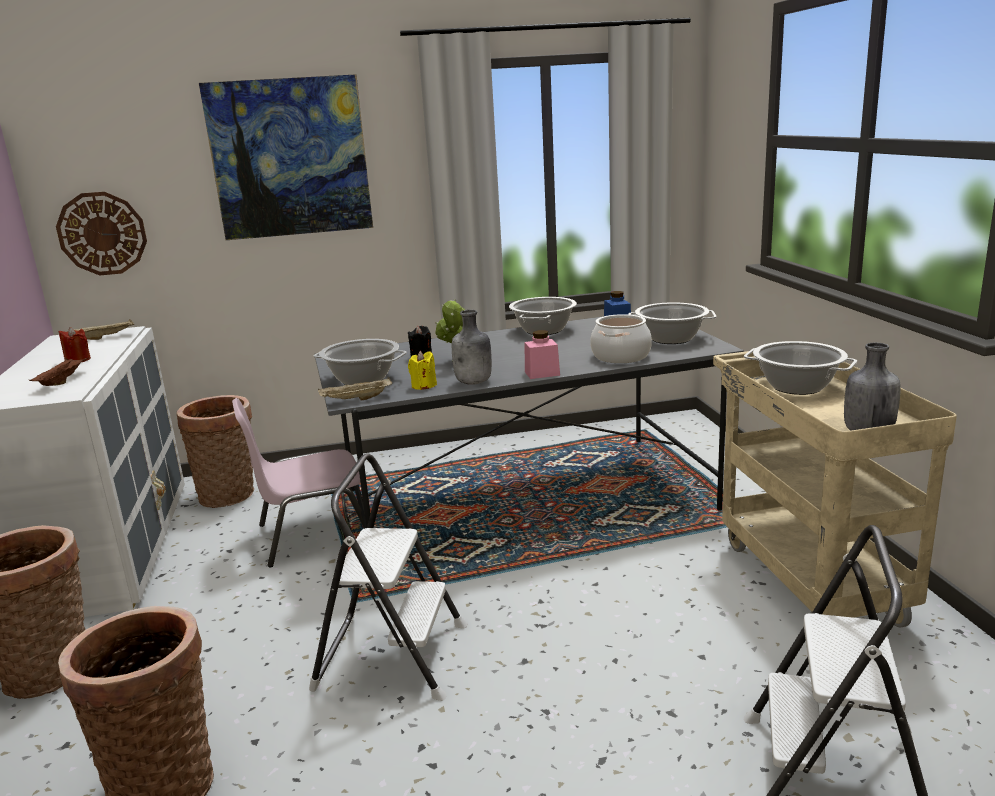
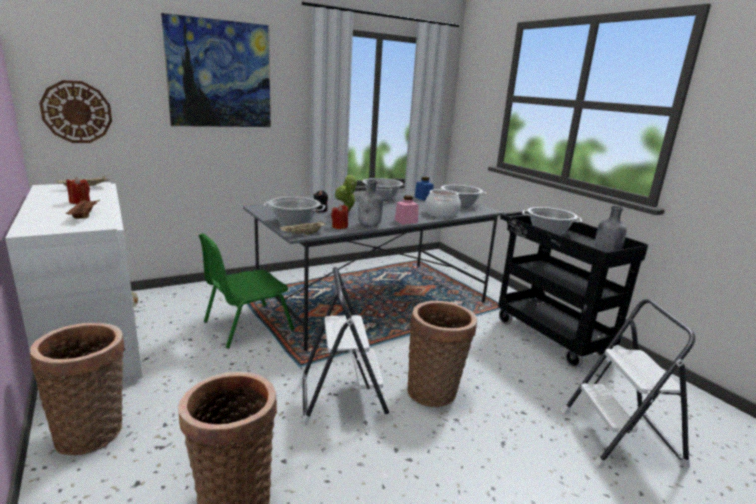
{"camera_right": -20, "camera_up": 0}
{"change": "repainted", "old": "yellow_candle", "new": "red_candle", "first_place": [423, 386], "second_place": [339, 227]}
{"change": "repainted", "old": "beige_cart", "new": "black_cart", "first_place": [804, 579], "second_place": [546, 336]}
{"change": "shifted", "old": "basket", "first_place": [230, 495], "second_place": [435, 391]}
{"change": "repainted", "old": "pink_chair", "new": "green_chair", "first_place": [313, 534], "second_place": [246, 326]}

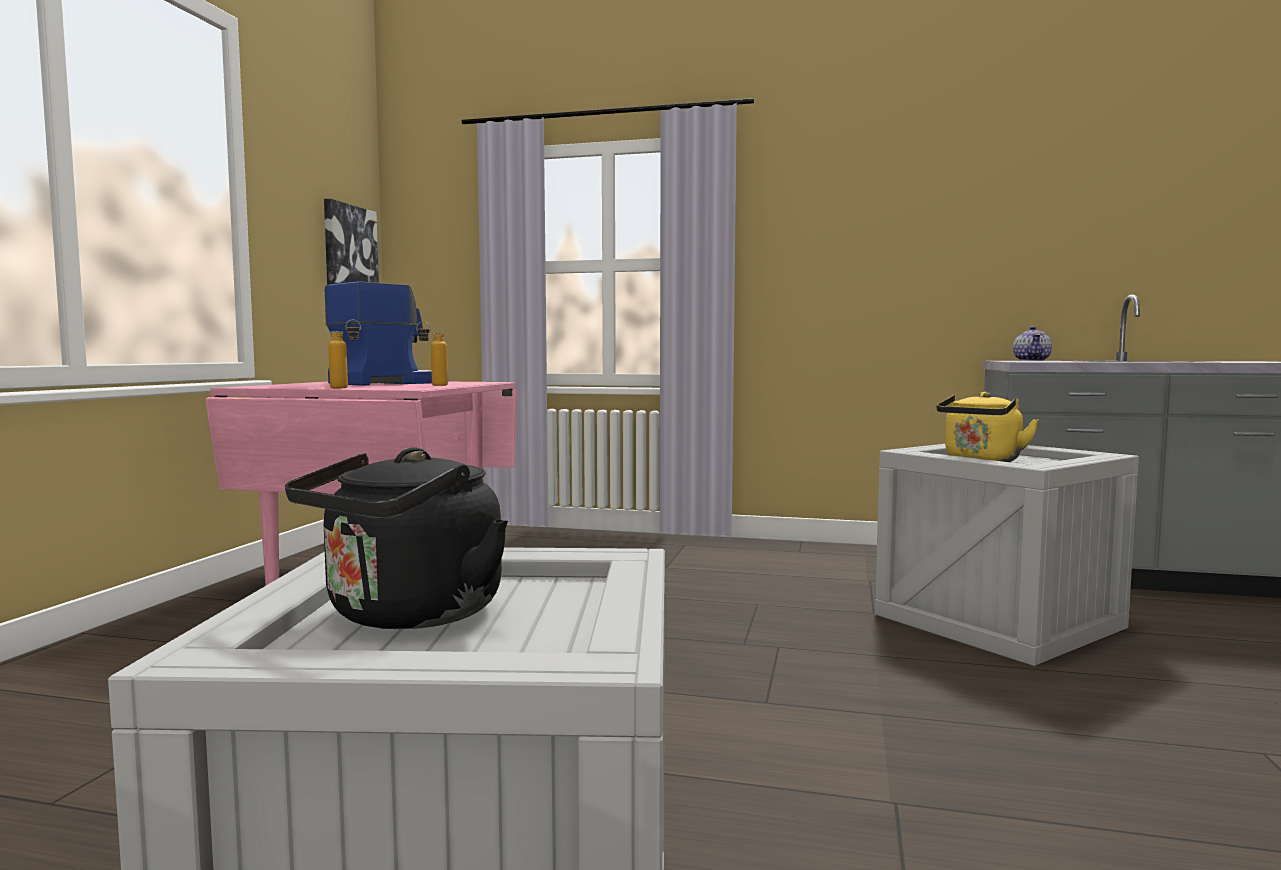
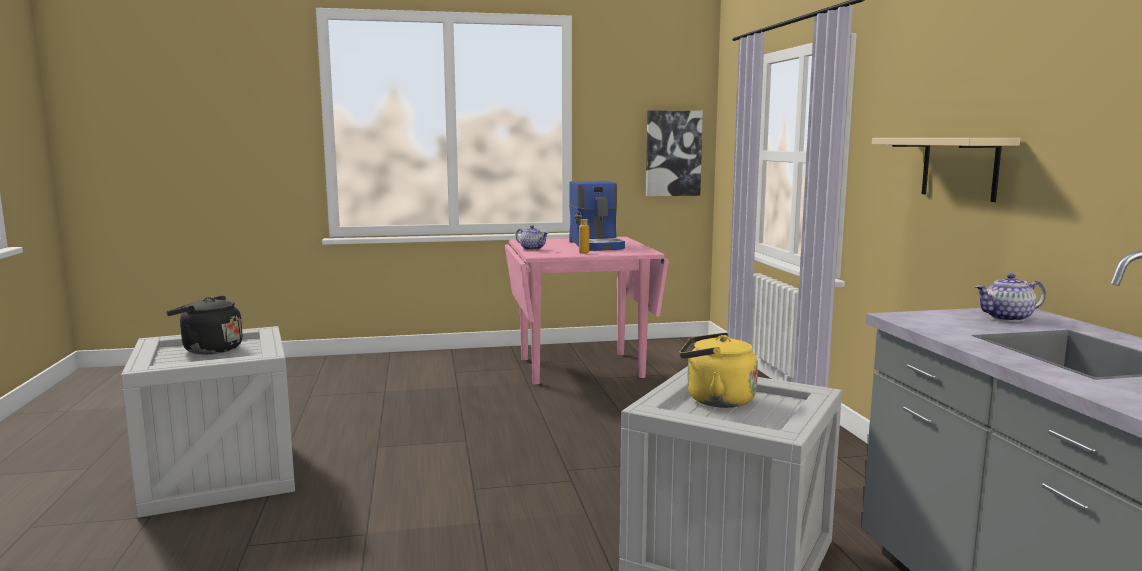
{"camera_right": 65, "camera_up": 5}
{"change": "rotated", "old": "coffee_machine", "first_place": [390, 383], "second_place": [597, 245], "degrees": 60}
{"change": "swapped", "old": "bottle", "new": "teapot", "first_place": [346, 387], "second_place": [532, 249]}
{"change": "new", "new": "beige_shelf", "second_place": [959, 168]}

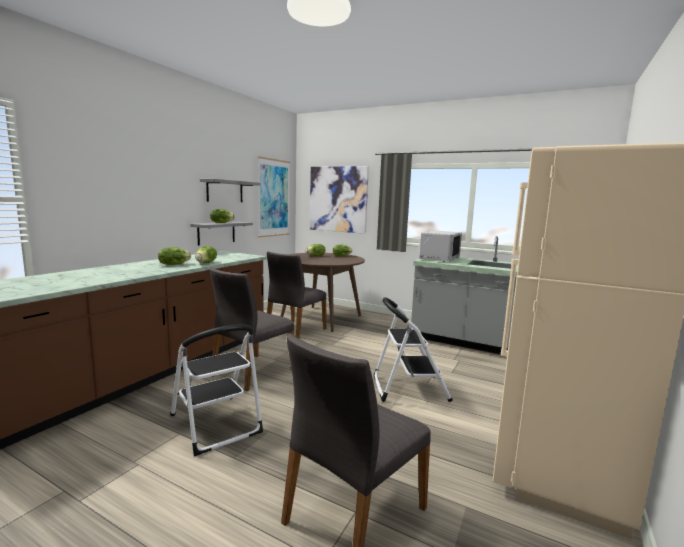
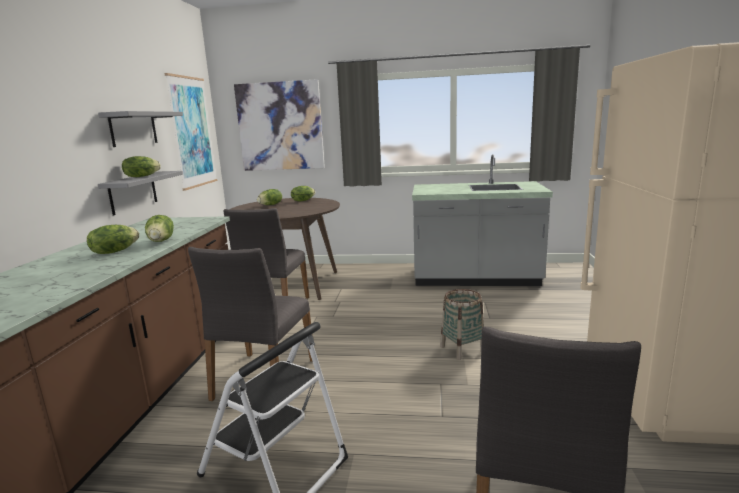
{"camera_right": -20, "camera_up": 5}
{"change": "gone", "old": "grey_microwave", "first_place": [439, 259]}
{"change": "swapped", "old": "step_ladder", "new": "basket", "first_place": [407, 388], "second_place": [462, 349]}

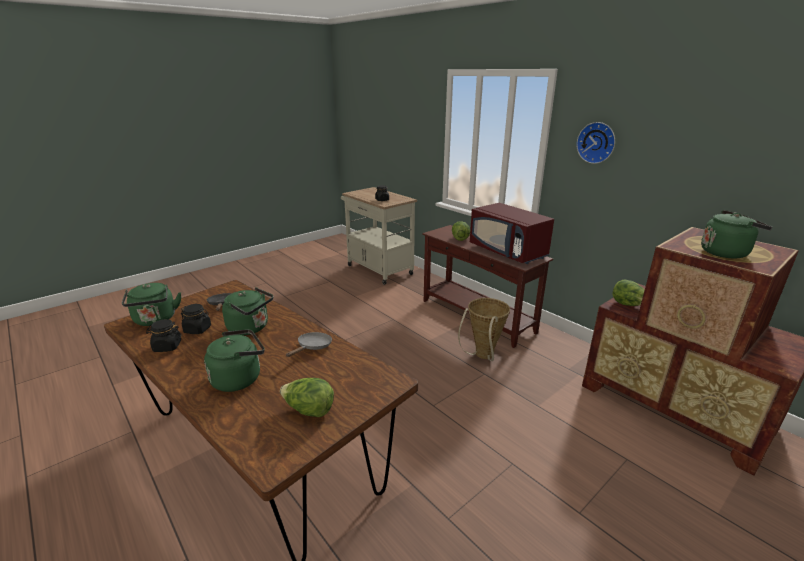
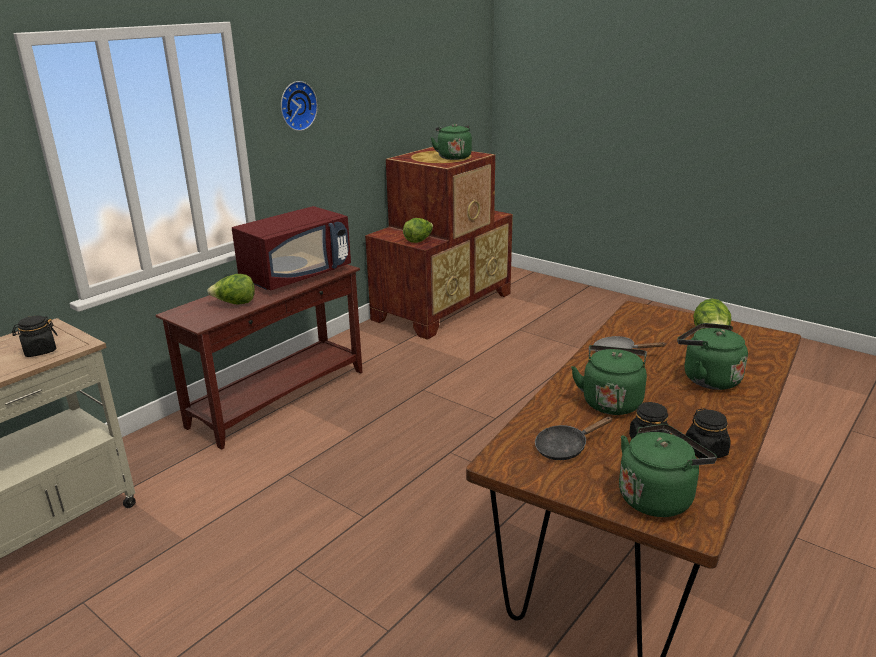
{"camera_right": -100, "camera_up": 0}
{"change": "gone", "old": "basket", "first_place": [482, 356]}

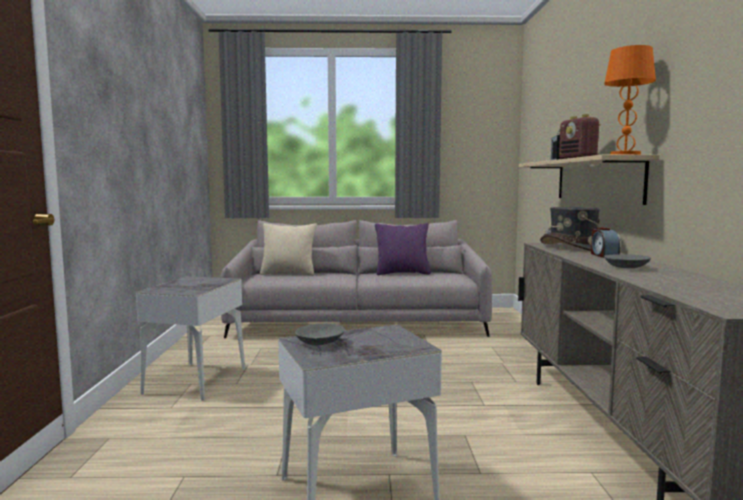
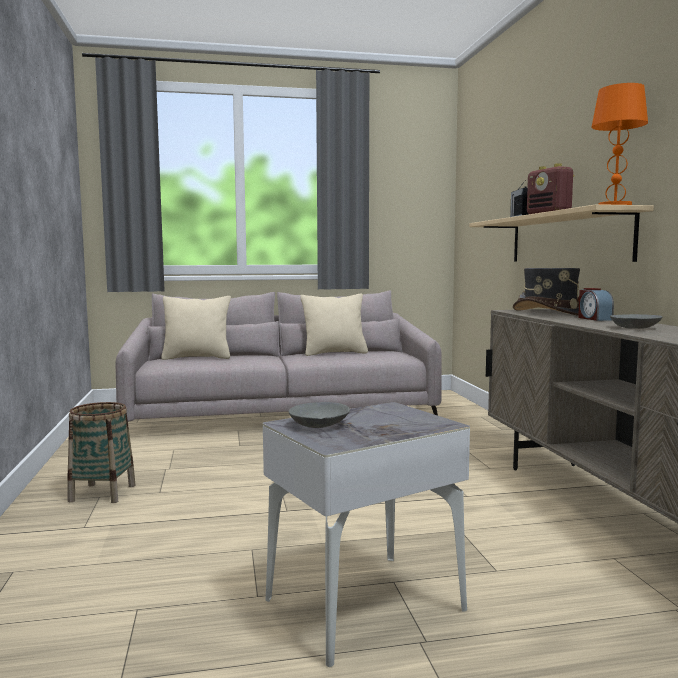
{"camera_right": -10, "camera_up": 0}
{"change": "repainted", "old": "purple_pillow", "new": "beige_pillow", "first_place": [402, 273], "second_place": [334, 353]}
{"change": "swapped", "old": "side_table", "new": "basket", "first_place": [194, 381], "second_place": [102, 493]}

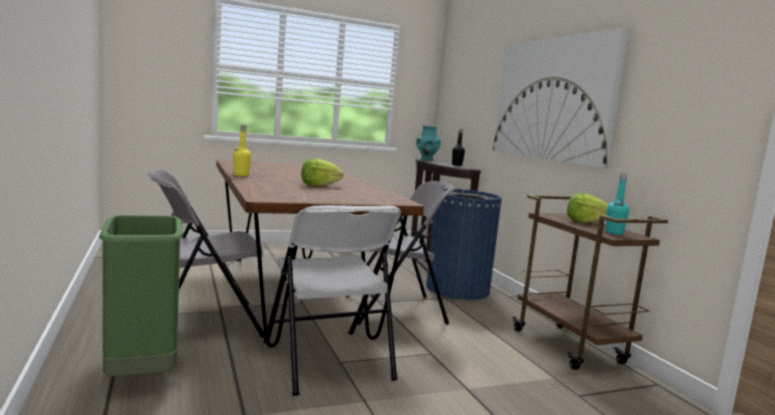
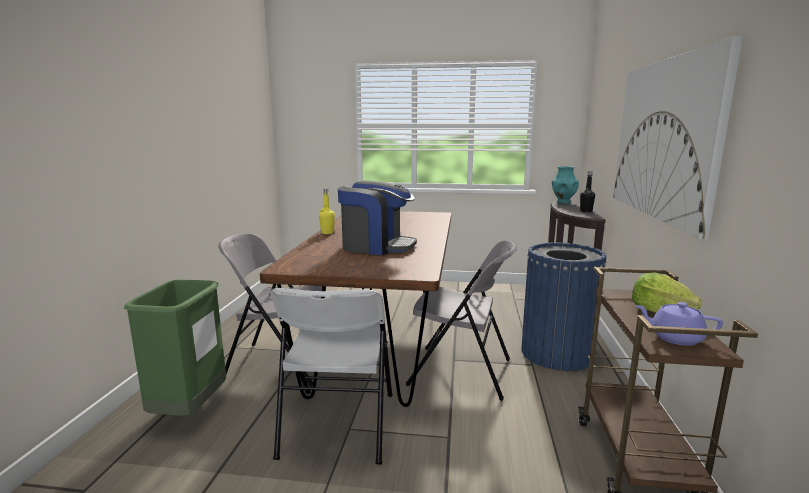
{"camera_right": 30, "camera_up": 5}
{"change": "swapped", "old": "lettuce", "new": "coffee_machine", "first_place": [319, 185], "second_place": [376, 246]}
{"change": "swapped", "old": "turquoise_bottle", "new": "purple_teapot", "first_place": [614, 233], "second_place": [674, 338]}

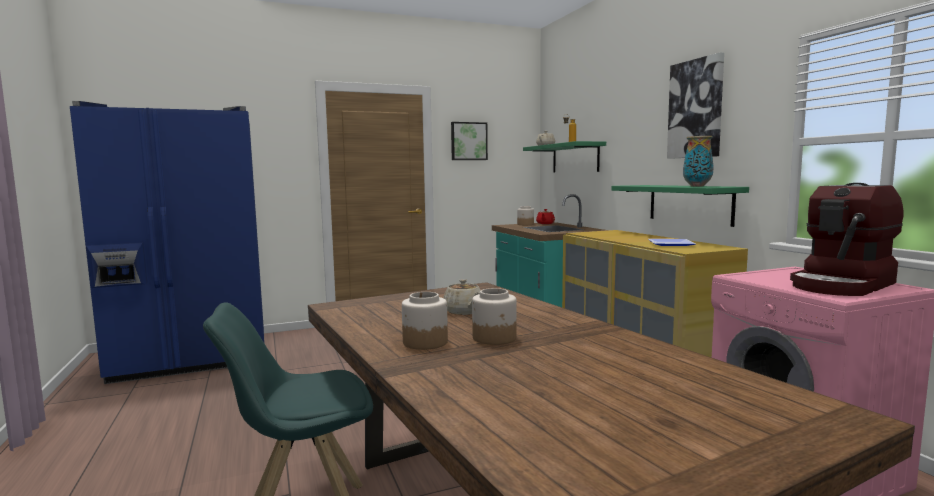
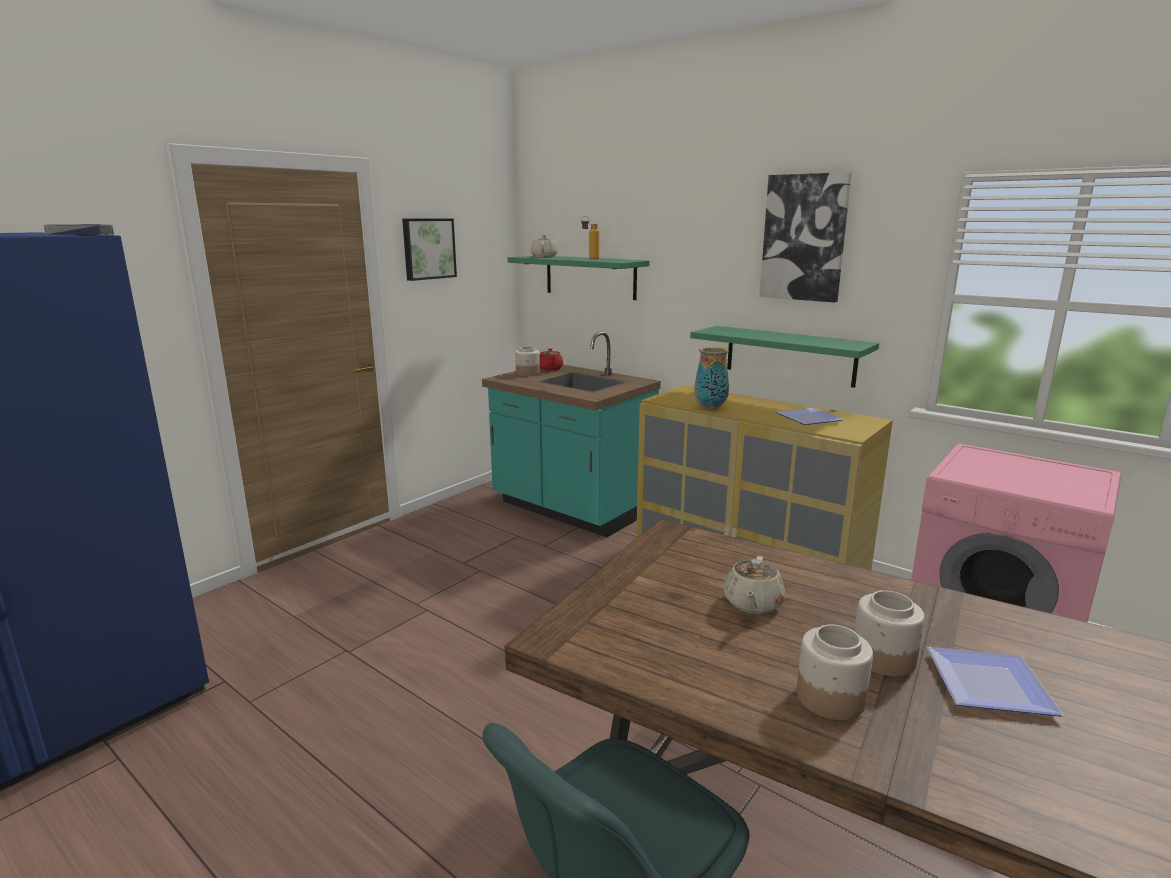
{"camera_right": -30, "camera_up": 10}
{"change": "shifted", "old": "vase", "first_place": [697, 186], "second_place": [710, 407]}
{"change": "gone", "old": "coffee_machine", "first_place": [843, 285]}
{"change": "rotated", "old": "beige_teapot", "first_place": [464, 312], "second_place": [752, 604], "degrees": 75}
{"change": "new", "new": "plate", "second_place": [984, 682]}

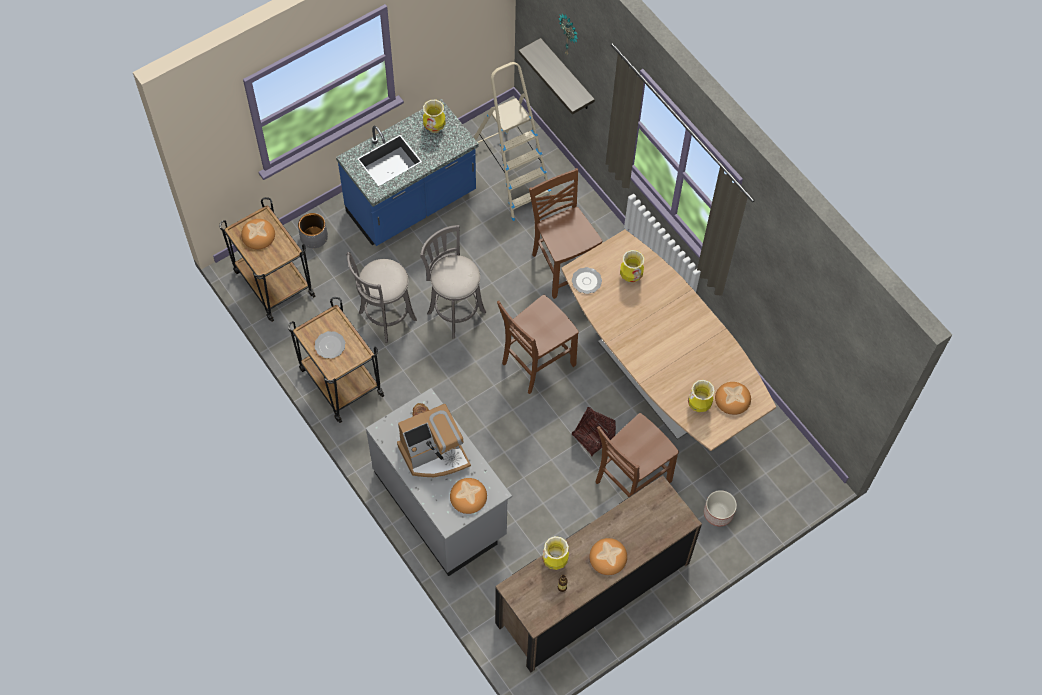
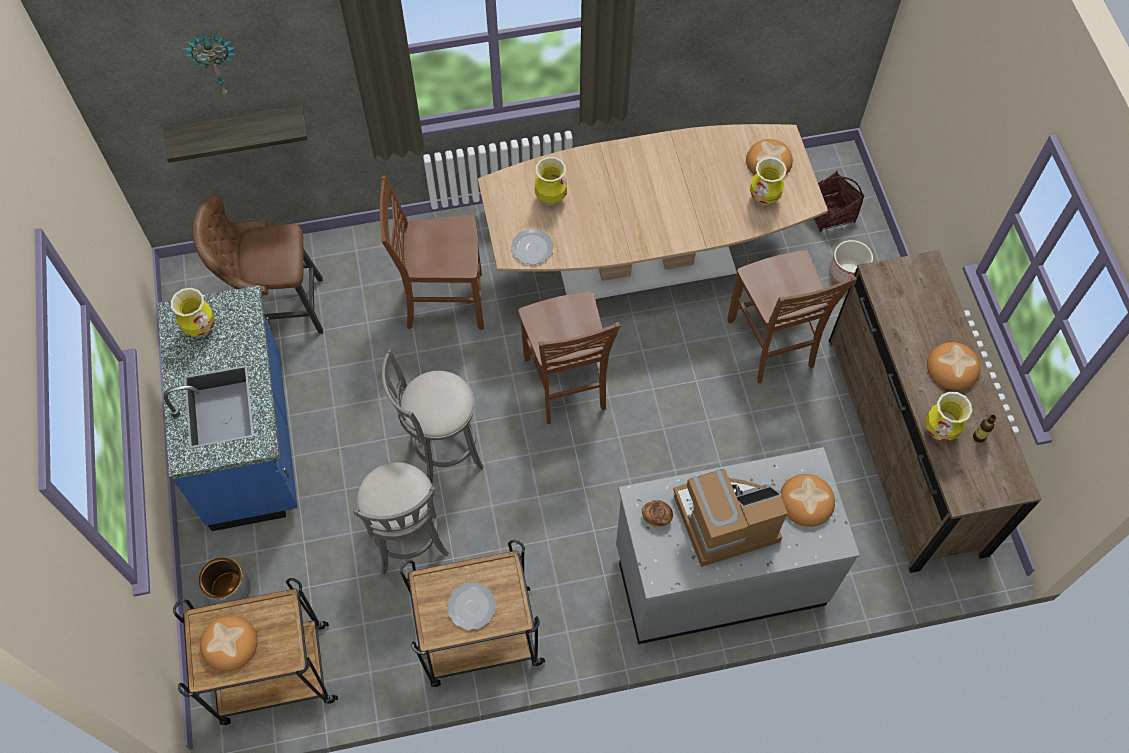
{"camera_right": -65, "camera_up": 0}
{"change": "swapped", "old": "beige_step_ladder", "new": "brown_stool", "first_place": [510, 175], "second_place": [276, 308]}
{"change": "rotated", "old": "coffee_machine", "first_place": [434, 454], "second_place": [725, 521], "degrees": -105}
{"change": "shifted", "old": "basket", "first_place": [593, 437], "second_place": [830, 213]}

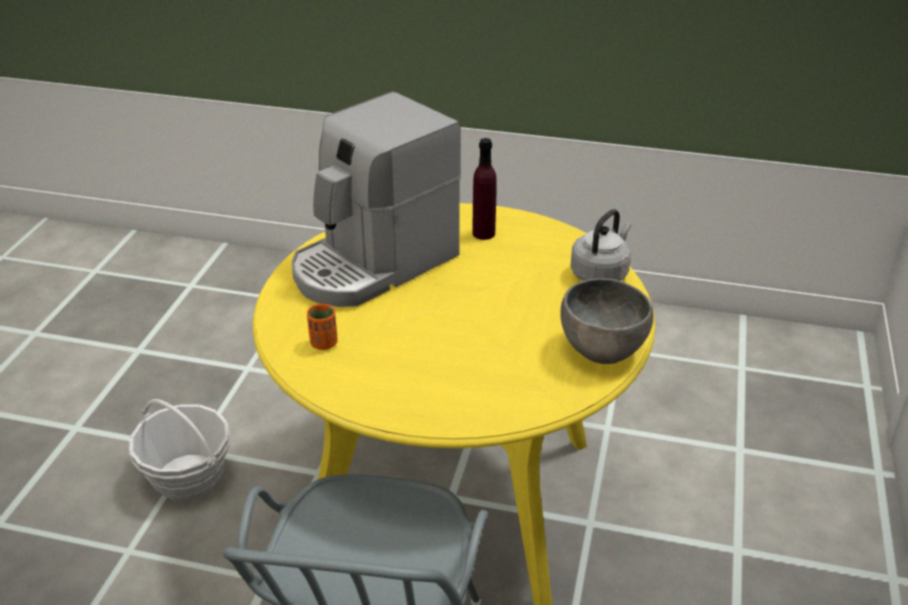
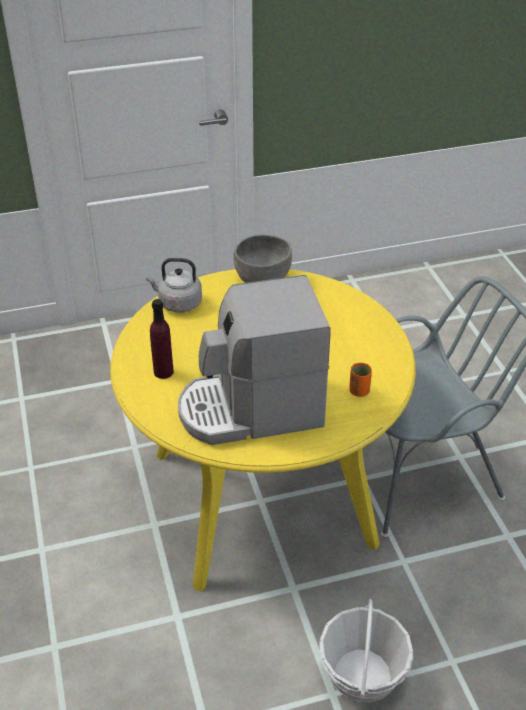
{"camera_right": -120, "camera_up": 5}
{"change": "rotated", "old": "coffee_machine", "first_place": [373, 265], "second_place": [251, 410], "degrees": 150}

